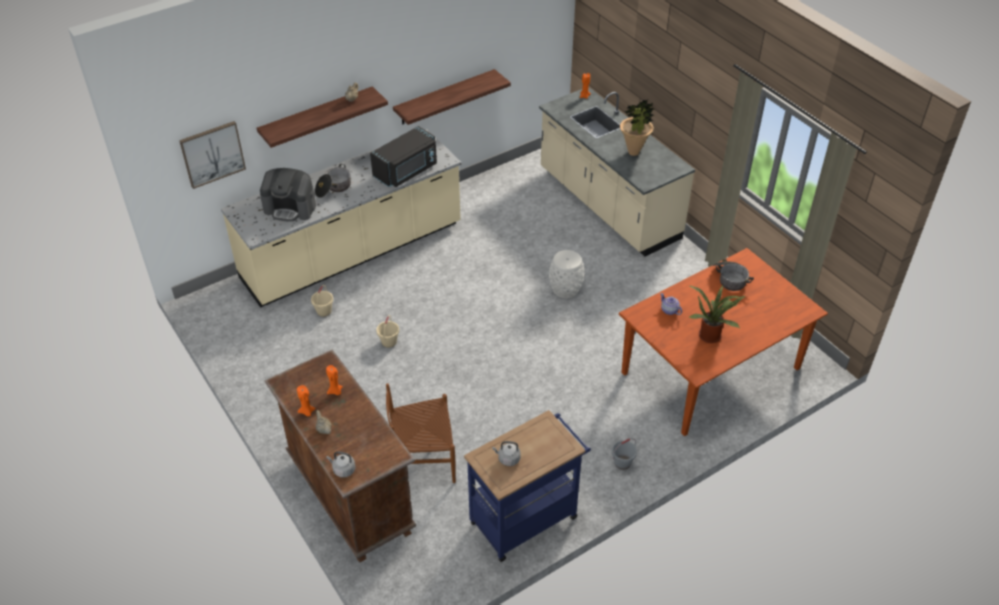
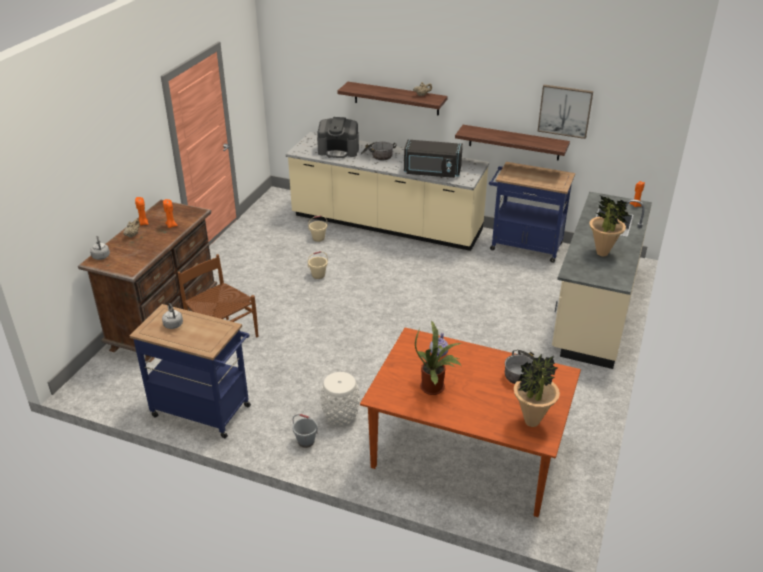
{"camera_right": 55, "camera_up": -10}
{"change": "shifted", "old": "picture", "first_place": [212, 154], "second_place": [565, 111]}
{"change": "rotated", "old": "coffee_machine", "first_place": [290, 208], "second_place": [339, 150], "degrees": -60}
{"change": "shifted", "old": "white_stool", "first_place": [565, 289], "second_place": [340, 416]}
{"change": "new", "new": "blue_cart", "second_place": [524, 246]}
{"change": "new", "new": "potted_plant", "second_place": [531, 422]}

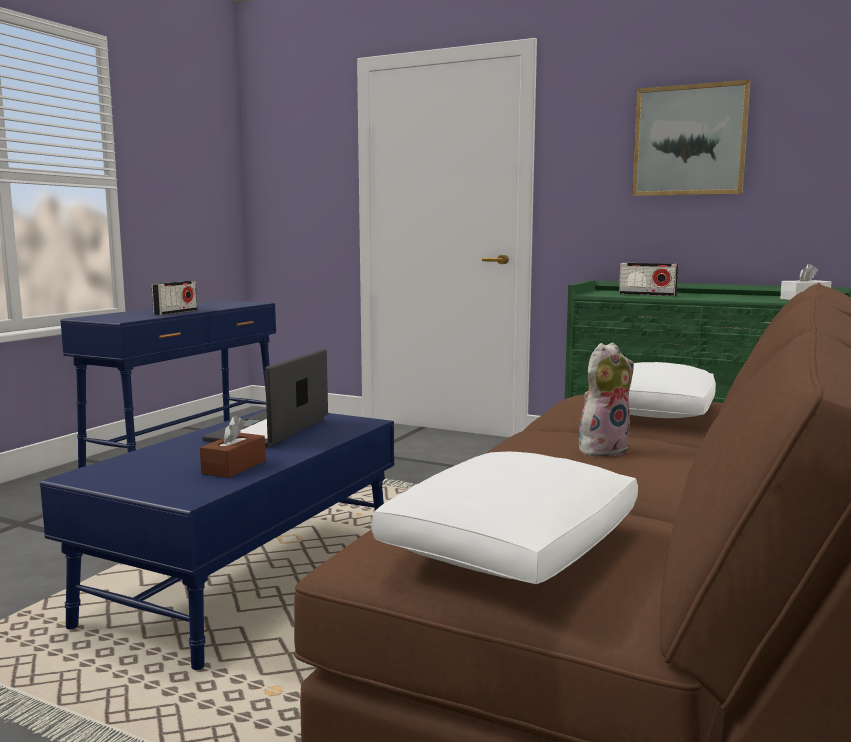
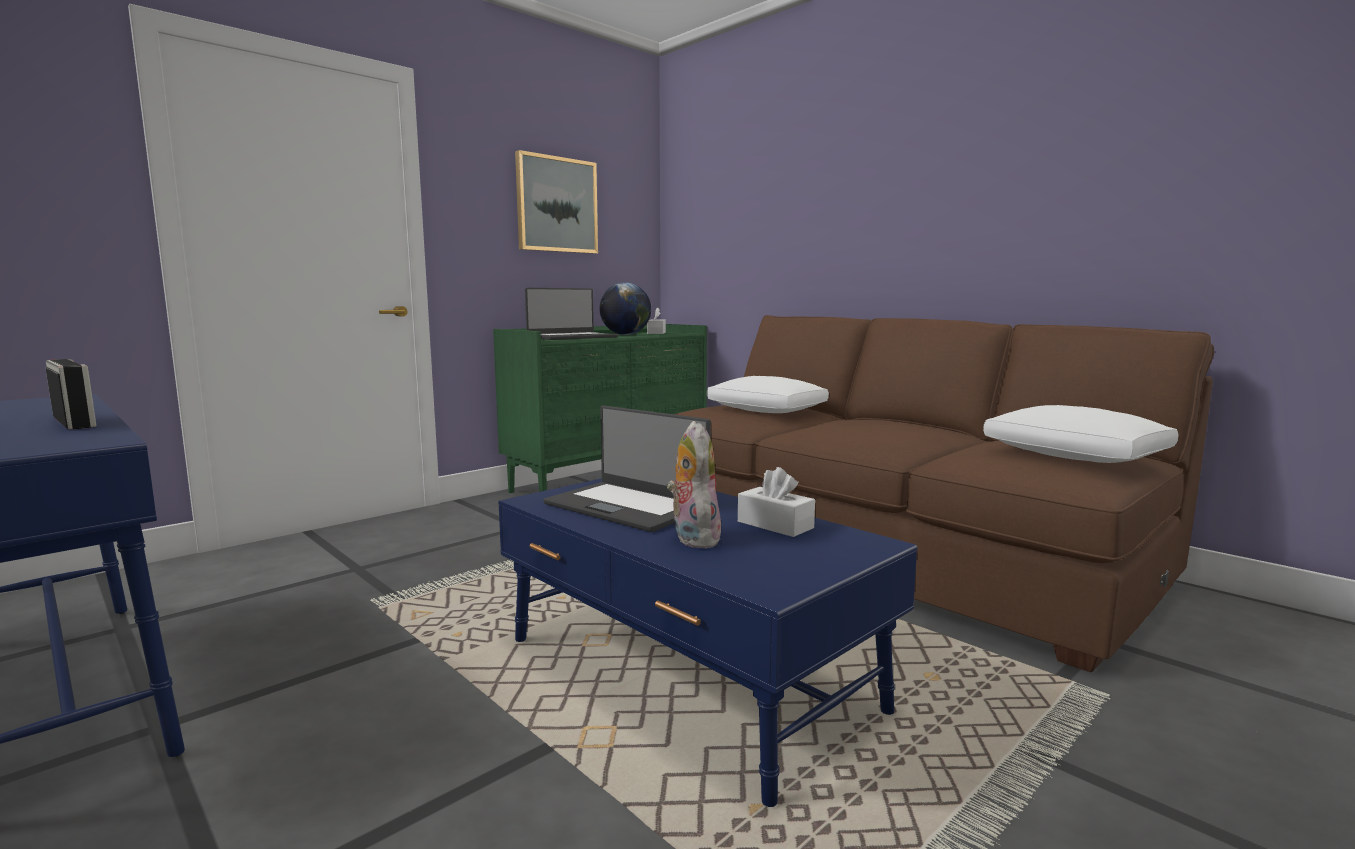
{"camera_right": -70, "camera_up": 0}
{"change": "swapped", "old": "radio", "new": "laptop", "first_place": [647, 295], "second_place": [572, 337]}
{"change": "shifted", "old": "plush_toy", "first_place": [602, 449], "second_place": [692, 538]}
{"change": "repainted", "old": "brown_tissue_box", "new": "white_tissue_box", "first_place": [234, 467], "second_place": [775, 525]}
{"change": "new", "new": "globe", "second_place": [625, 335]}

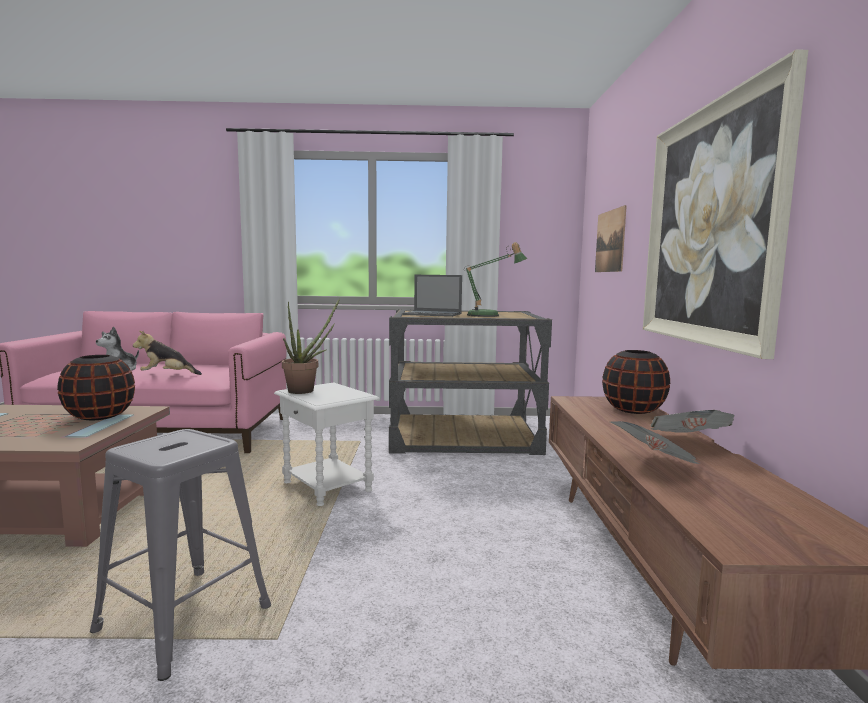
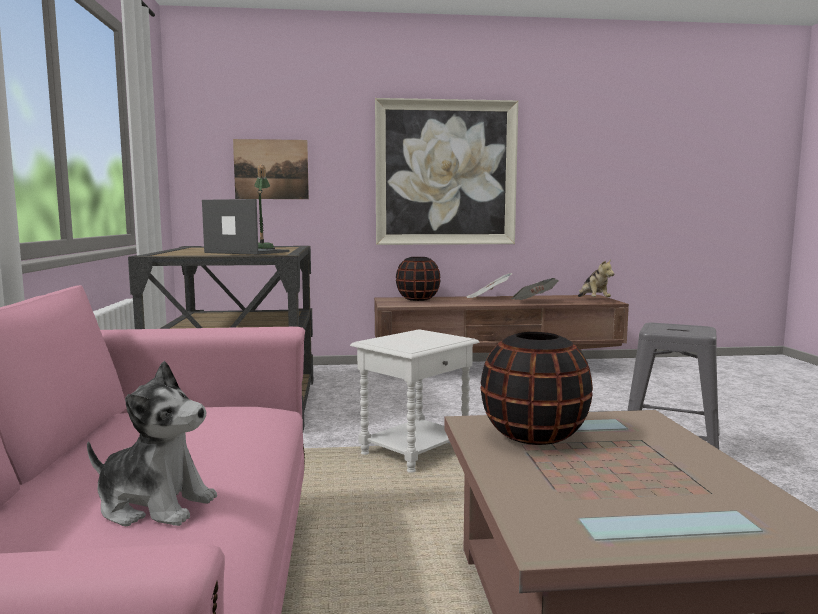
{"camera_right": -95, "camera_up": 0}
{"change": "rotated", "old": "laptop", "first_place": [433, 314], "second_place": [246, 252], "degrees": -75}
{"change": "gone", "old": "potted_plant", "first_place": [306, 390]}
{"change": "shifted", "old": "plush_toy", "first_place": [167, 375], "second_place": [593, 300]}

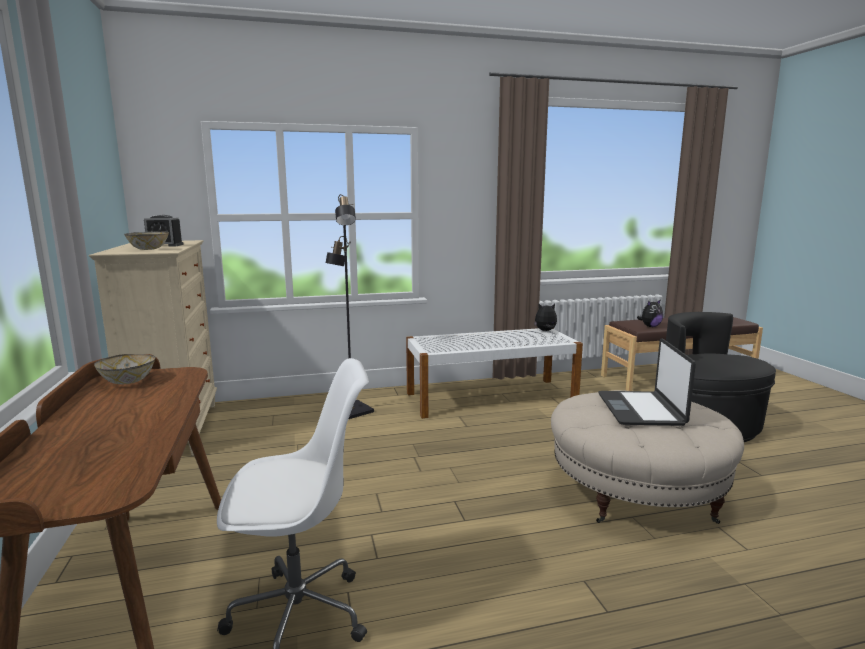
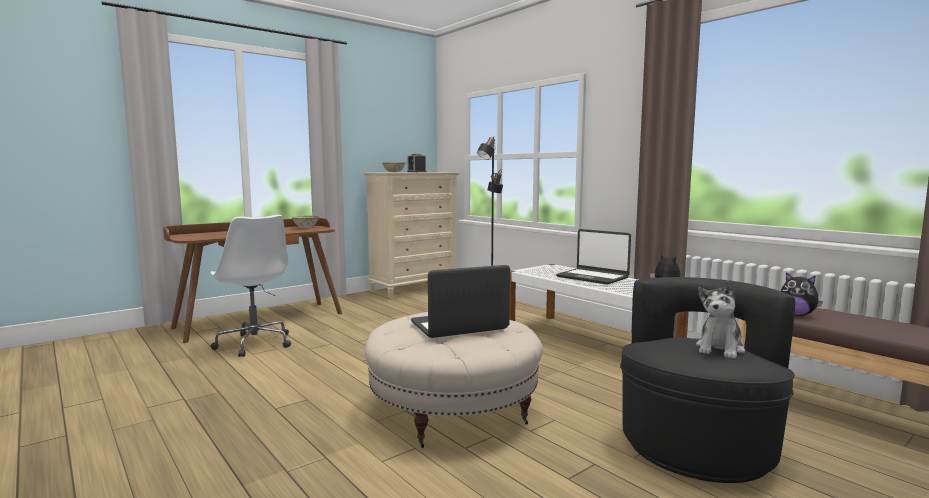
{"camera_right": 65, "camera_up": -5}
{"change": "new", "new": "laptop", "second_place": [592, 277]}
{"change": "new", "new": "plush_toy", "second_place": [720, 349]}

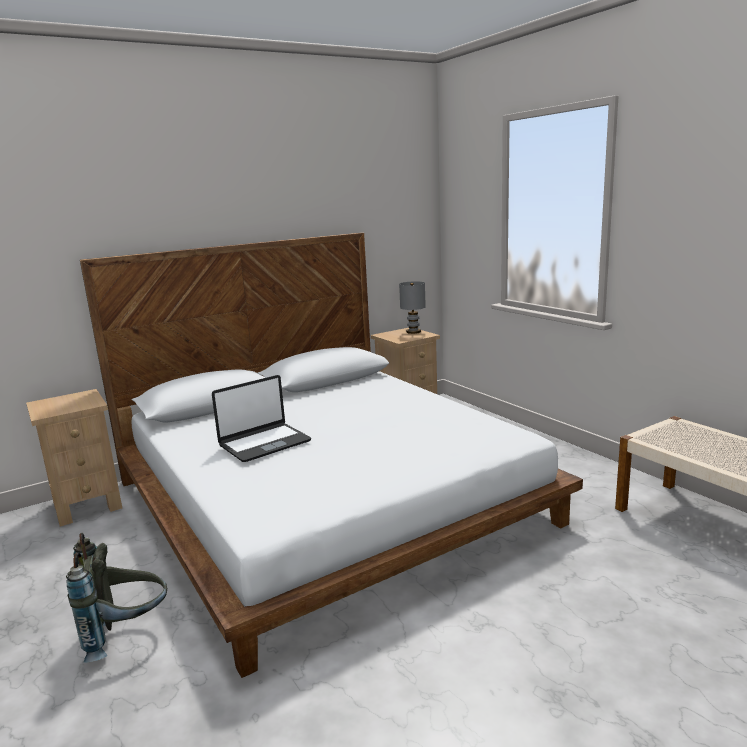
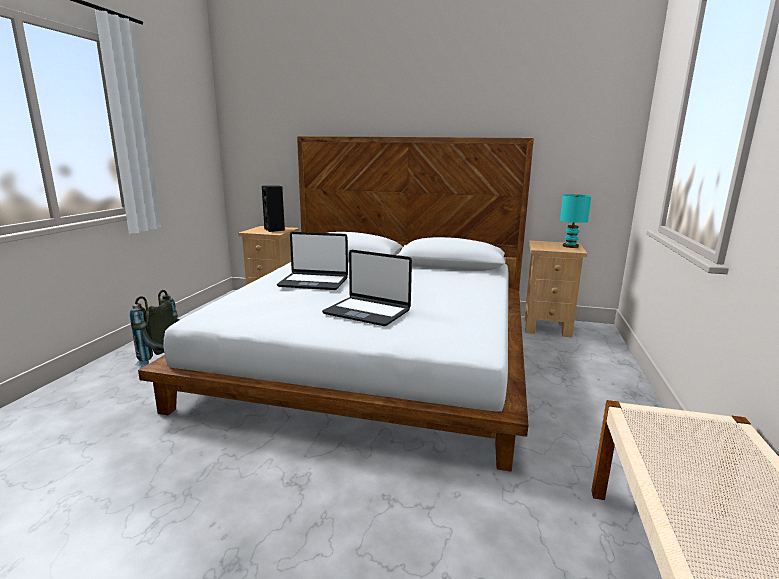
{"camera_right": 45, "camera_up": 0}
{"change": "repainted", "old": "grey_table_lamp", "new": "turquoise_table_lamp", "first_place": [414, 332], "second_place": [570, 246]}
{"change": "new", "new": "black_speaker", "second_place": [274, 230]}
{"change": "new", "new": "laptop", "second_place": [367, 312]}

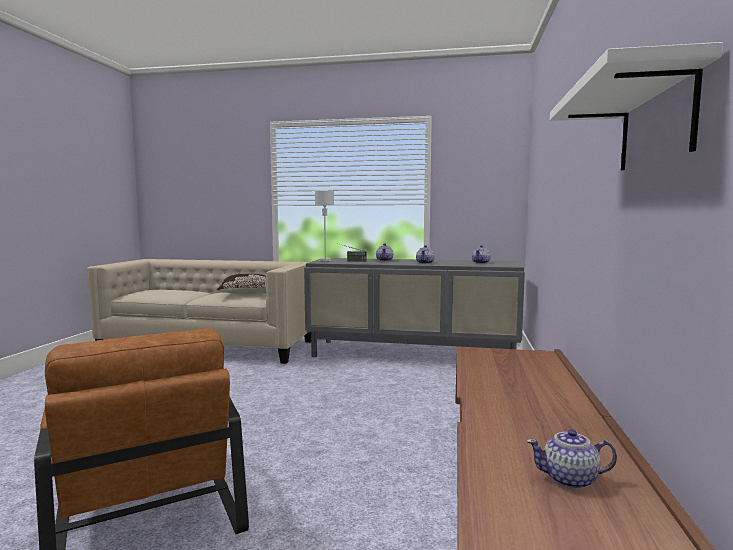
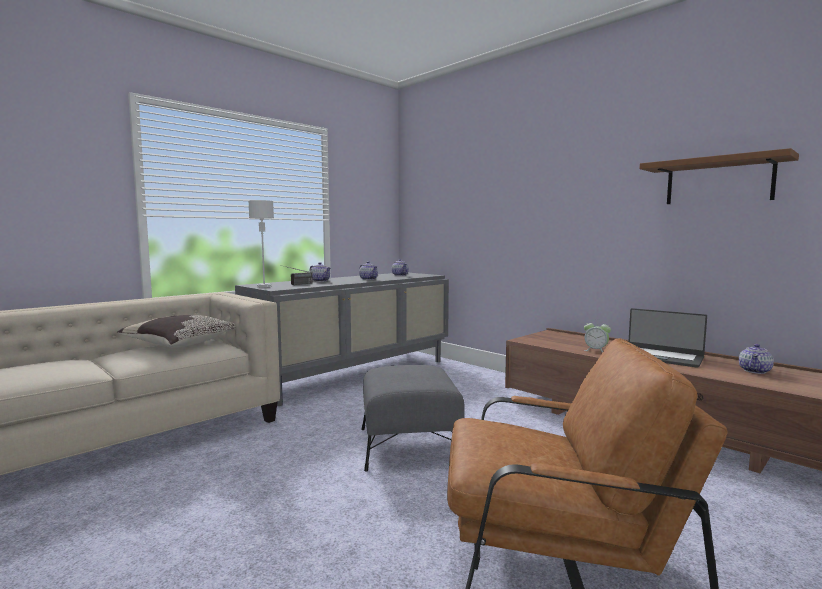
{"camera_right": -55, "camera_up": 0}
{"change": "repainted", "old": "white_shelf", "new": "brown_shelf", "first_place": [655, 123], "second_place": [718, 181]}
{"change": "new", "new": "laptop", "second_place": [661, 357]}
{"change": "new", "new": "alarm_clock", "second_place": [596, 350]}
{"change": "new", "new": "grey_ottoman", "second_place": [410, 445]}

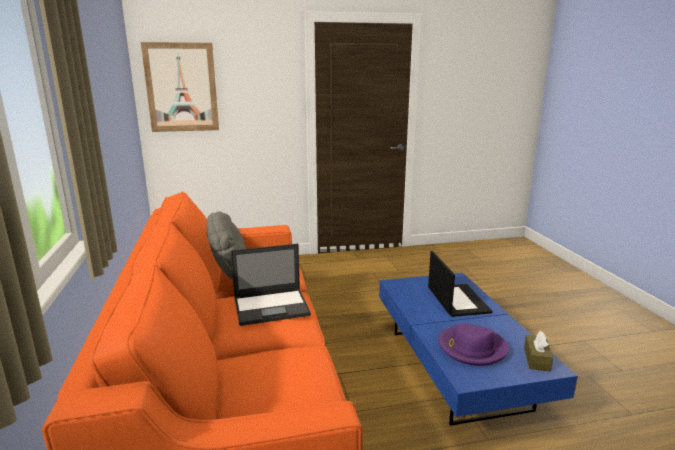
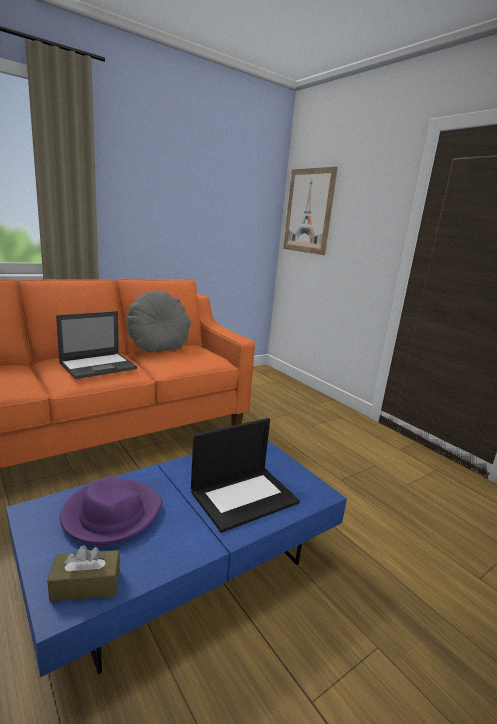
{"camera_right": 65, "camera_up": 0}
{"change": "rotated", "old": "laptop", "first_place": [272, 307], "second_place": [99, 365], "degrees": -90}

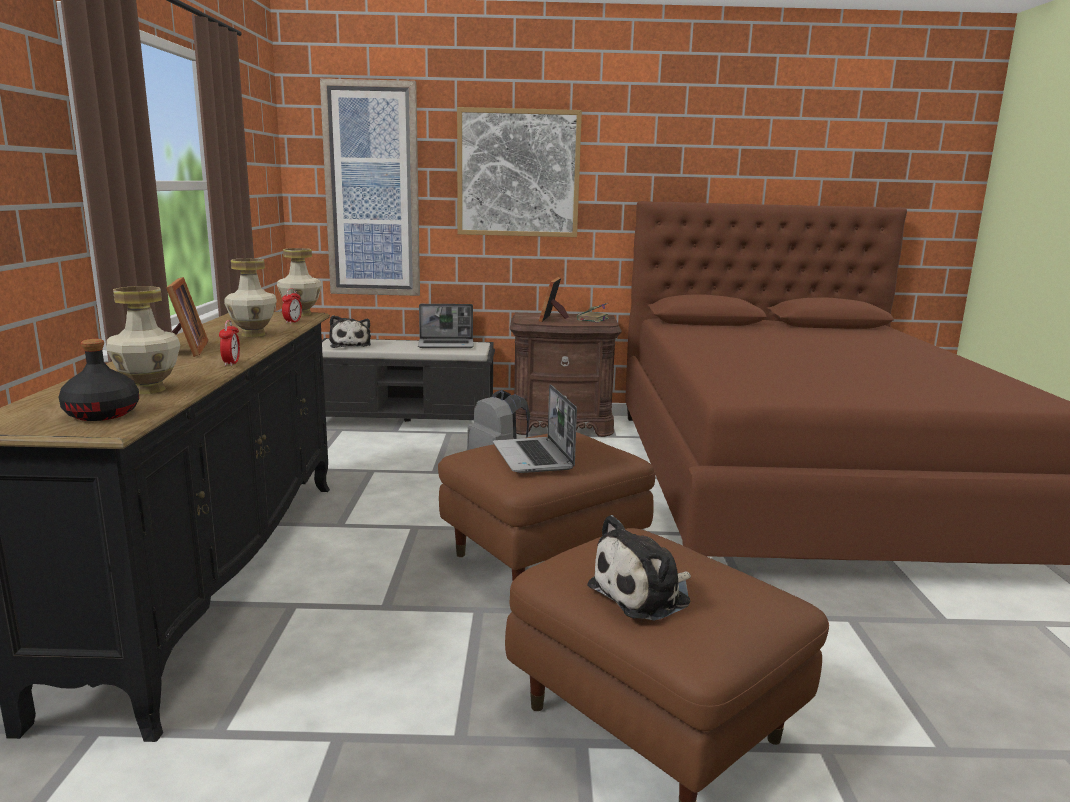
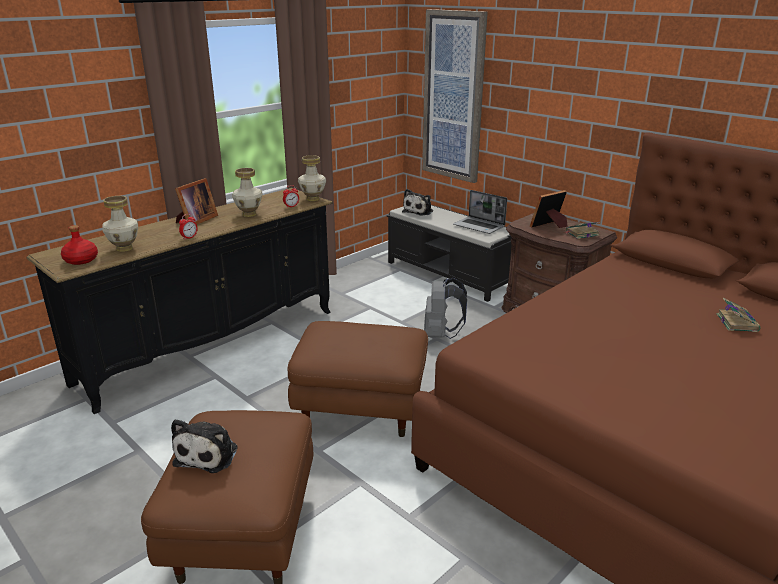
{"camera_right": 45, "camera_up": 10}
{"change": "gone", "old": "picture", "first_place": [518, 173]}
{"change": "repainted", "old": "black_bottle", "new": "red_bottle", "first_place": [102, 414], "second_place": [81, 260]}
{"change": "gone", "old": "laptop", "first_place": [534, 457]}
{"change": "rotated", "old": "plush_toy", "first_place": [644, 594], "second_place": [209, 453], "degrees": -90}
{"change": "new", "new": "book", "second_place": [736, 322]}

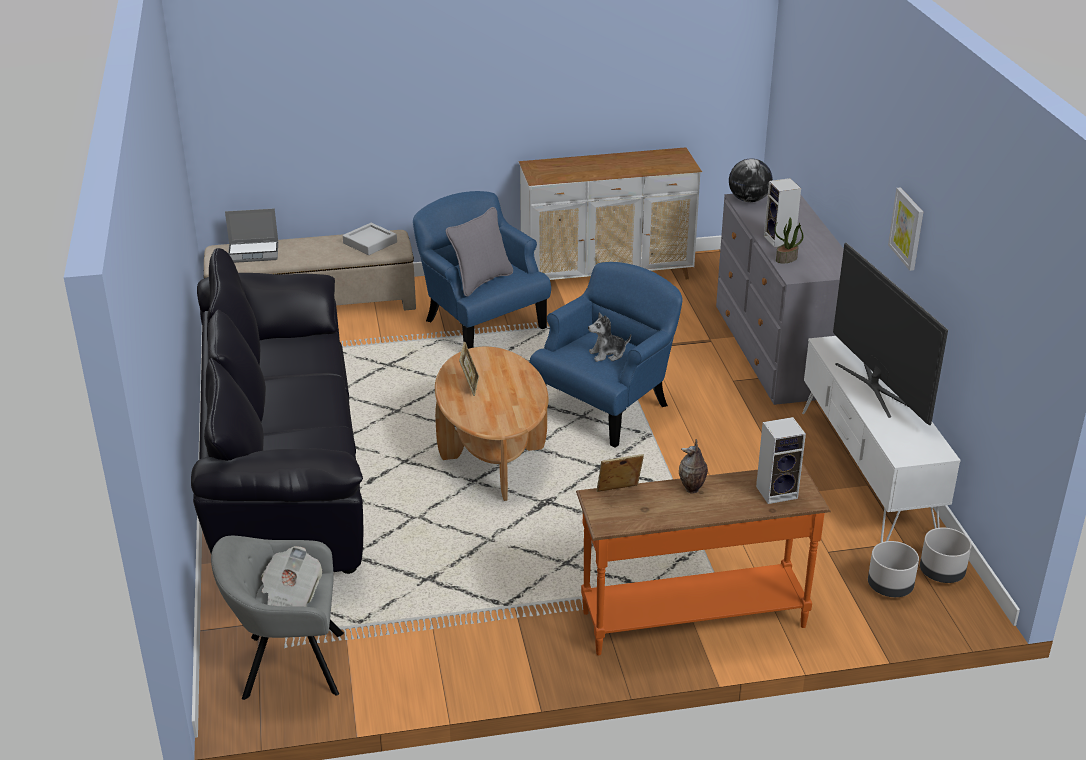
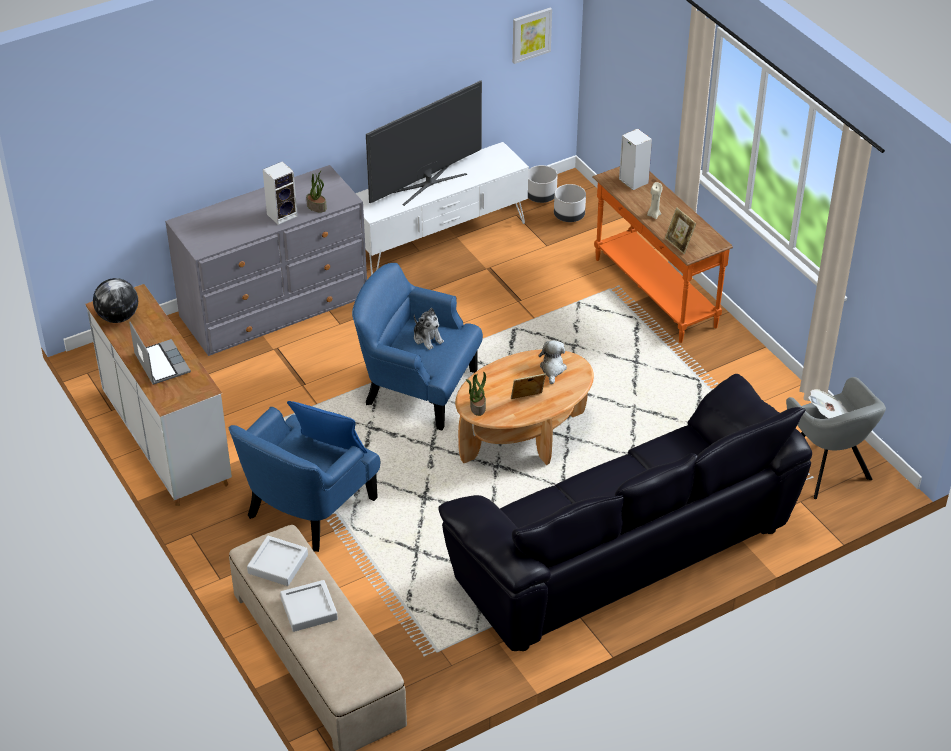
{"camera_right": -110, "camera_up": 10}
{"change": "shifted", "old": "globe", "first_place": [749, 200], "second_place": [118, 317]}
{"change": "shifted", "old": "picture", "first_place": [907, 228], "second_place": [531, 34]}
{"change": "repainted", "old": "grey_pillow", "new": "blue_pillow", "first_place": [481, 281], "second_place": [329, 452]}
{"change": "shifted", "old": "laptop", "first_place": [254, 252], "second_place": [161, 363]}
{"change": "swapped", "old": "vase", "new": "beige_candle", "first_place": [692, 489], "second_place": [653, 215]}
{"change": "new", "new": "plush_toy", "second_place": [552, 369]}
{"change": "new", "new": "potted_plant", "second_place": [477, 407]}
{"change": "new", "new": "grey_tray", "second_place": [309, 609]}

